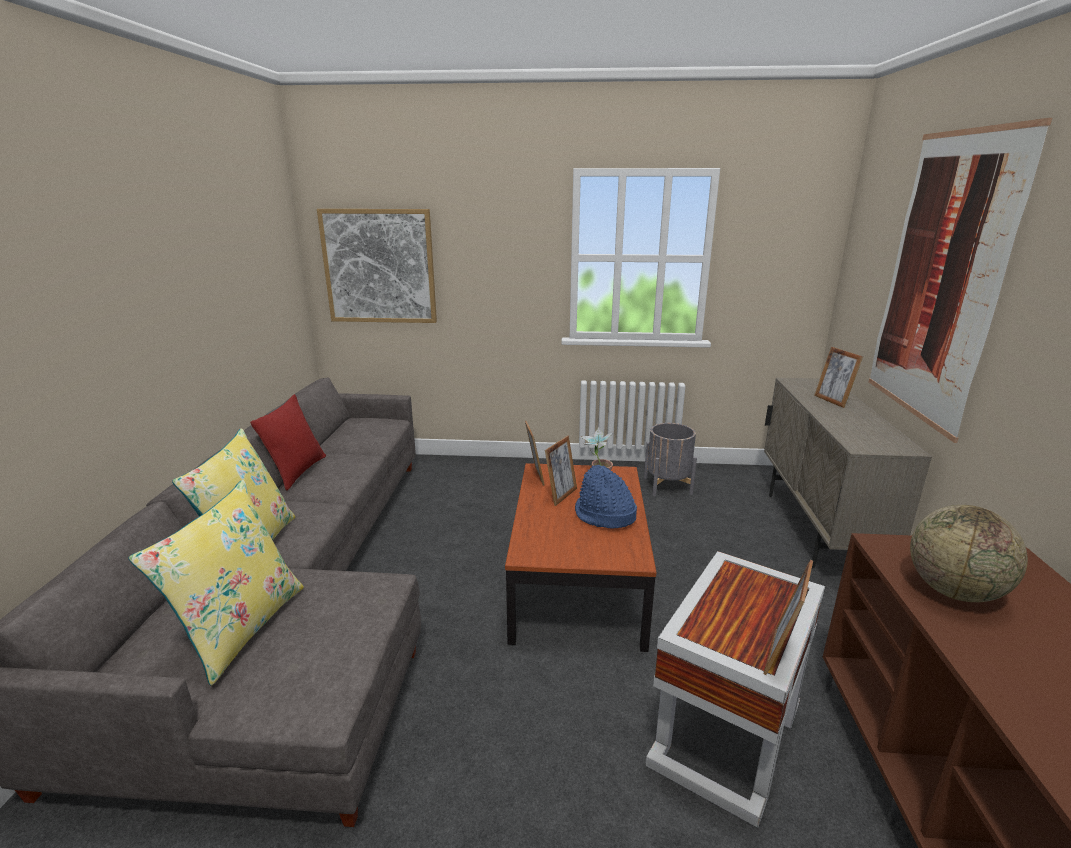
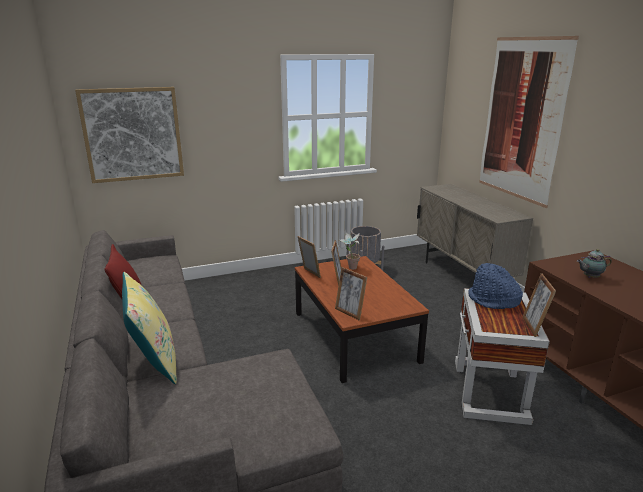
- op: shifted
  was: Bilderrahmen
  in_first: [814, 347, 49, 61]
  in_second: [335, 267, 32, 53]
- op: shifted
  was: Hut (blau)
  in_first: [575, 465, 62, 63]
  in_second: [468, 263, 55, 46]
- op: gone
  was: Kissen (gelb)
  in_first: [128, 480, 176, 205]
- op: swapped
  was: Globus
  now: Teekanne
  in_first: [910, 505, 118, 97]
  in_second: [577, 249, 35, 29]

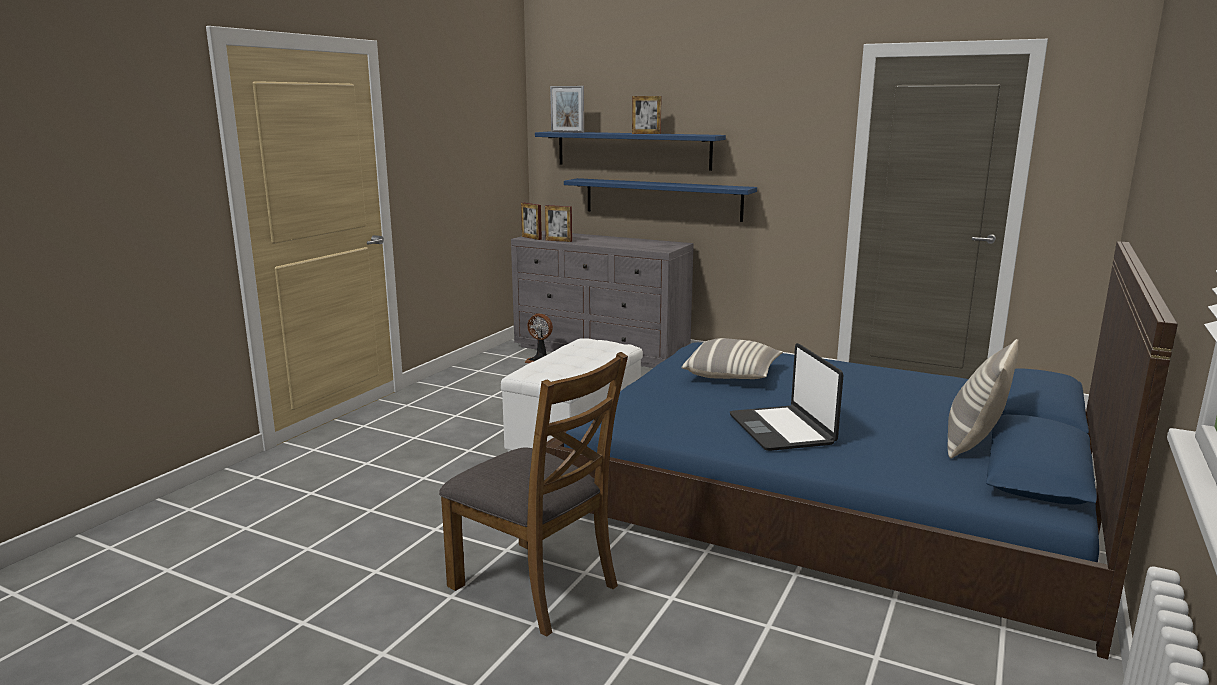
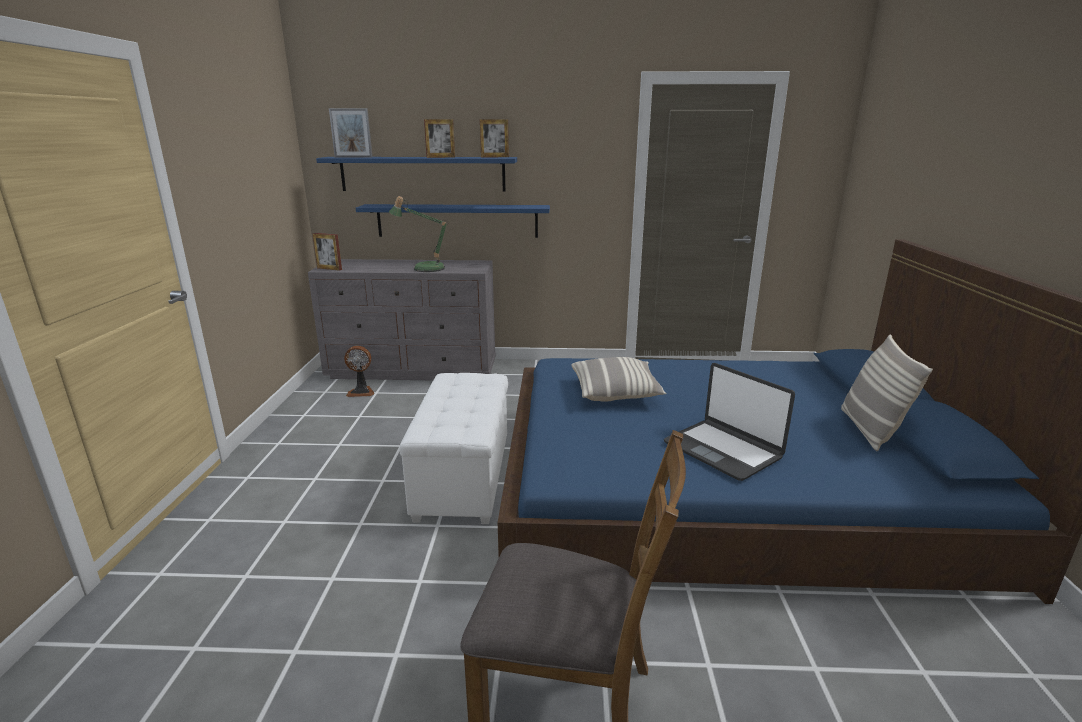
- op: shifted
  was: Bilderrahmen
  in_first: [545, 205, 27, 37]
  in_second: [480, 119, 29, 38]
- op: new
  now: Tischlampe
  in_second: [389, 196, 60, 76]

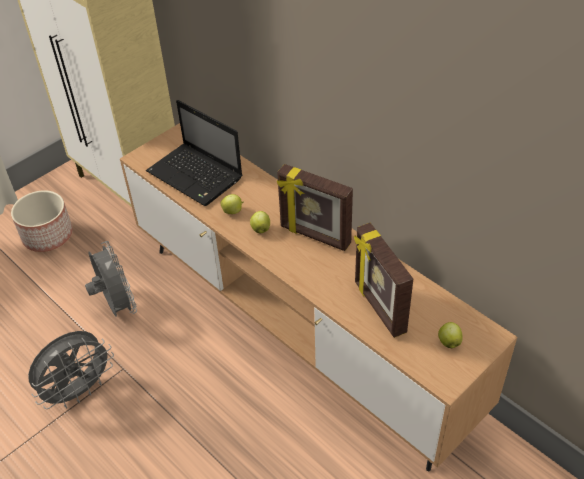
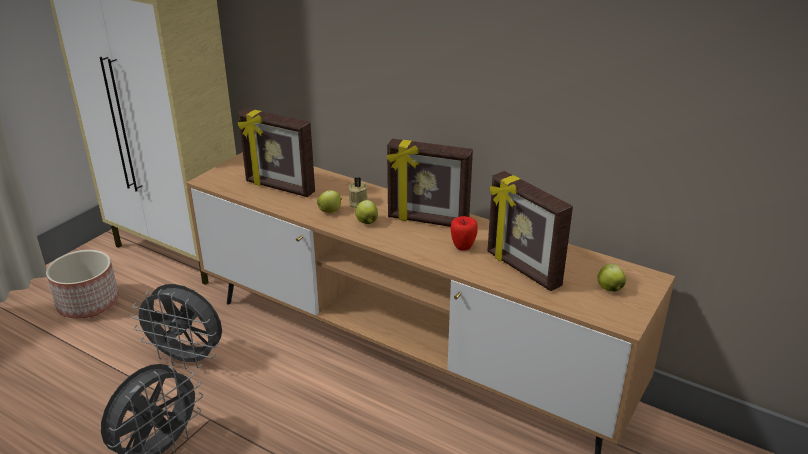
- op: swapped
  was: Laptop
  now: Bilderrahmen
  in_first: [146, 100, 97, 106]
  in_second: [238, 108, 77, 89]
- op: rotated
  was: Ventilator (grau)
  in_first: [85, 241, 52, 76]
  in_second: [131, 284, 91, 85]
  clockwise: 150
- op: new
  now: Kerze (beige)
  in_second: [349, 177, 19, 31]
- op: new
  now: Apfel
  in_second: [451, 216, 27, 34]

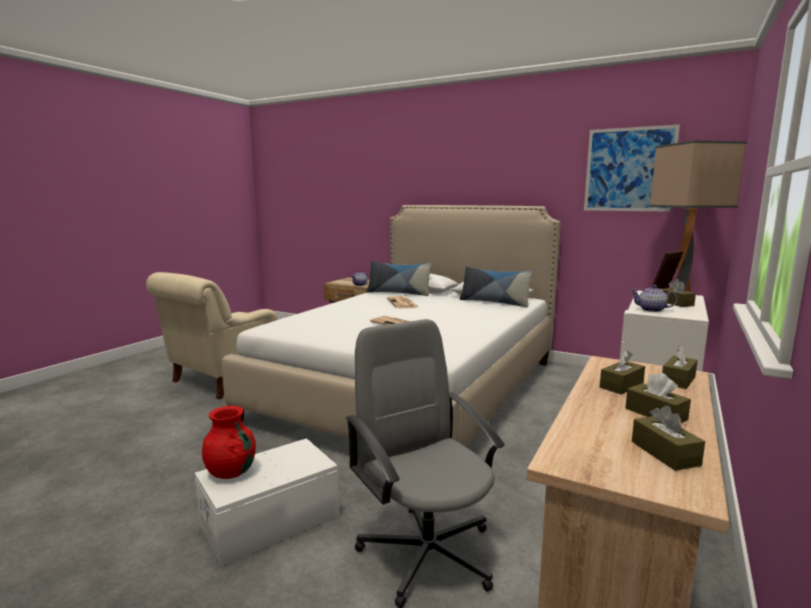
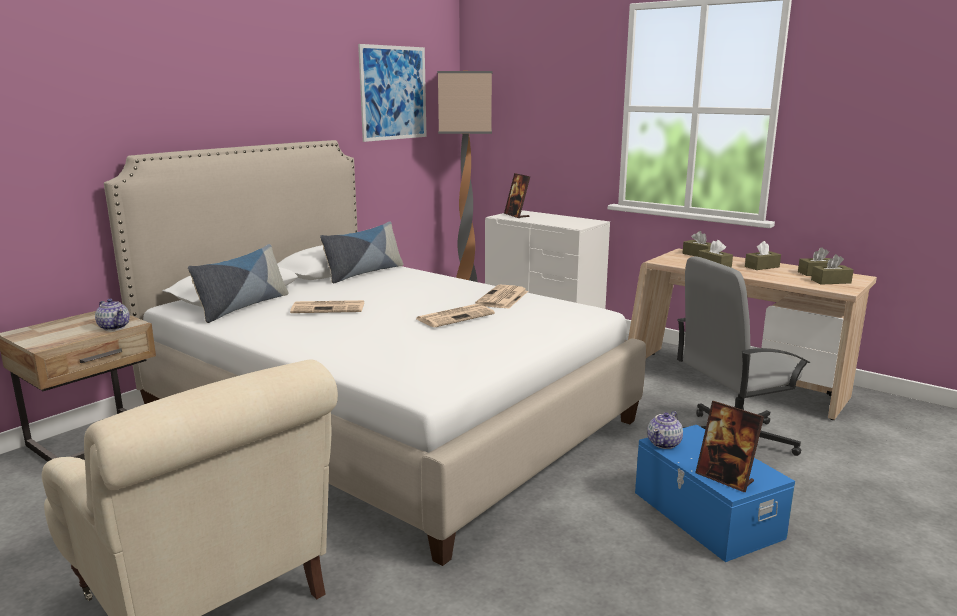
- op: shifted
  was: Taschentuchbox (braun)
  in_first: [662, 279, 34, 28]
  in_second: [811, 254, 43, 31]
- op: shifted
  was: Teekanne
  in_first: [630, 285, 48, 27]
  in_second: [647, 411, 36, 38]
- op: swapped
  was: Vase (rot)
  now: Bilderrahmen
  in_first: [202, 406, 54, 73]
  in_second: [695, 401, 69, 91]
- op: repainted
  was: Aufbewahrungsbox (weiß)
  now: Aufbewahrungsbox (blau)
  in_first: [195, 438, 144, 128]
  in_second: [635, 425, 160, 137]
- op: new
  now: Zeitung
  in_second: [475, 285, 53, 24]

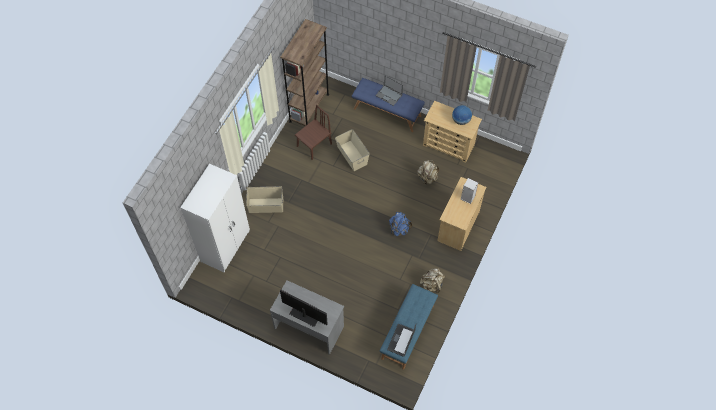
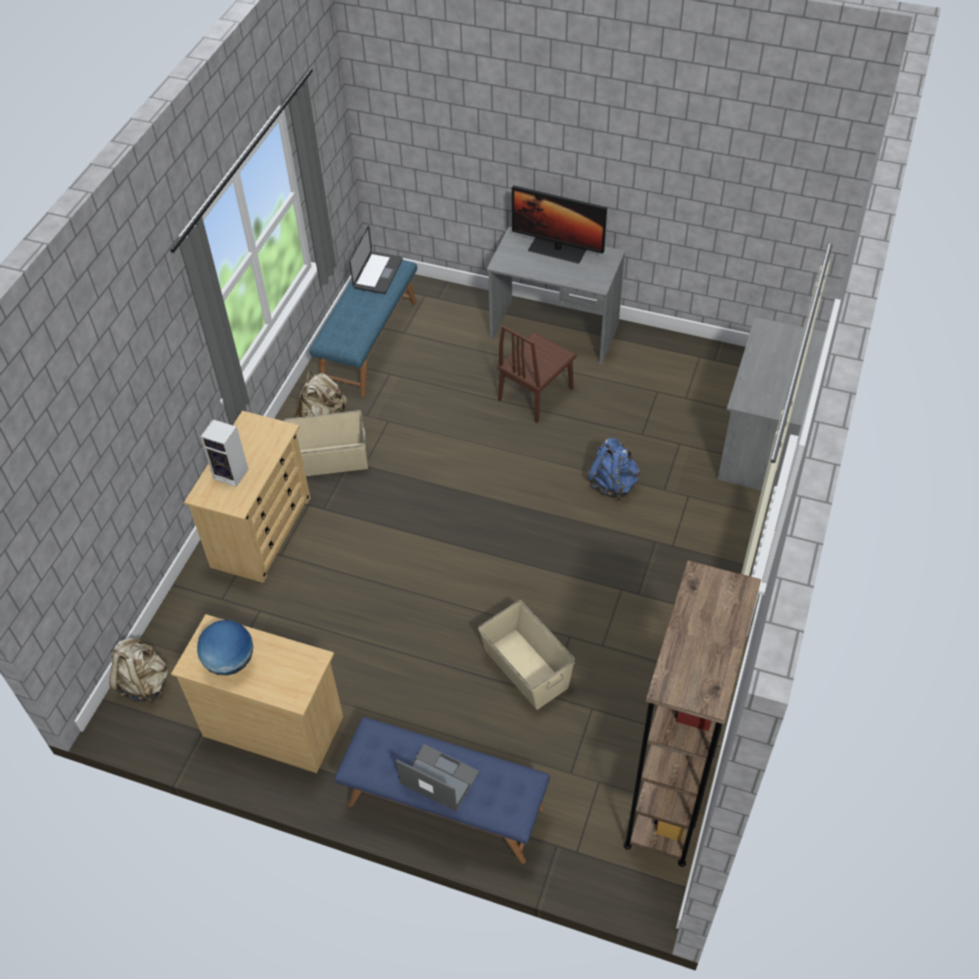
- op: shifted
  was: Stuhl (braun)
  in_first: [295, 105, 37, 55]
  in_second: [497, 325, 80, 98]
- op: shifted
  was: Rucksack (beige)
  in_first: [417, 160, 22, 24]
  in_second: [109, 637, 59, 66]
- op: swapped
  was: Kleiderschrank (weiß)
  now: Schreibtisch (grau)
  in_first: [180, 164, 70, 109]
  in_second: [718, 317, 108, 176]
- op: shifted
  was: Aufbewahrungsbox (beige)
  in_first: [246, 186, 37, 27]
  in_second: [284, 410, 84, 66]
- op: shifted
  was: Rucksack (blau)
  in_first: [389, 212, 23, 24]
  in_second: [587, 438, 53, 63]

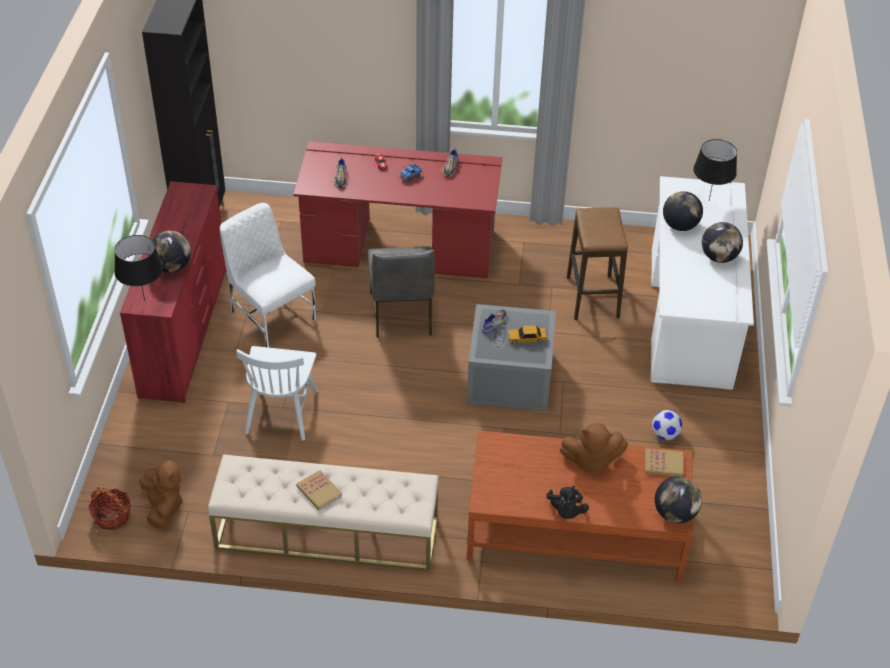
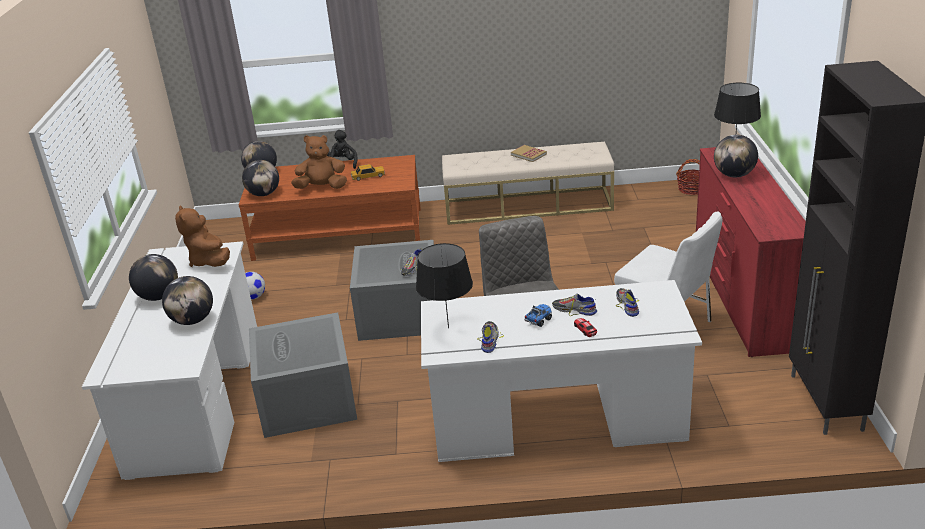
- op: shifted
  was: Tischlampe (schwarz)
  in_first: [693, 139, 44, 61]
  in_second: [416, 243, 57, 85]
- op: repainted
  was: Schreibtisch (rot)
  now: Schreibtisch (weiß)
  in_first: [293, 141, 209, 138]
  in_second: [421, 280, 281, 182]
- op: swapped
  was: Hocker
  now: Aufbewahrungsbox (grau)
  in_first: [567, 207, 61, 113]
  in_second: [249, 312, 108, 126]
- op: shifted
  was: Spielzeugauto
  in_first: [508, 325, 39, 19]
  in_second: [351, 164, 34, 17]
- op: gone
  was: Stuhl (weiß)
  in_first: [236, 346, 83, 94]
- op: swapped
  was: Buch
  now: Globus
  in_first: [645, 448, 38, 29]
  in_second: [242, 160, 37, 36]
- op: shifted
  was: Plüschtier (braun)
  in_first: [139, 456, 44, 72]
  in_second: [175, 205, 55, 62]
- op: new
  now: Schuh
  in_second: [552, 293, 45, 23]

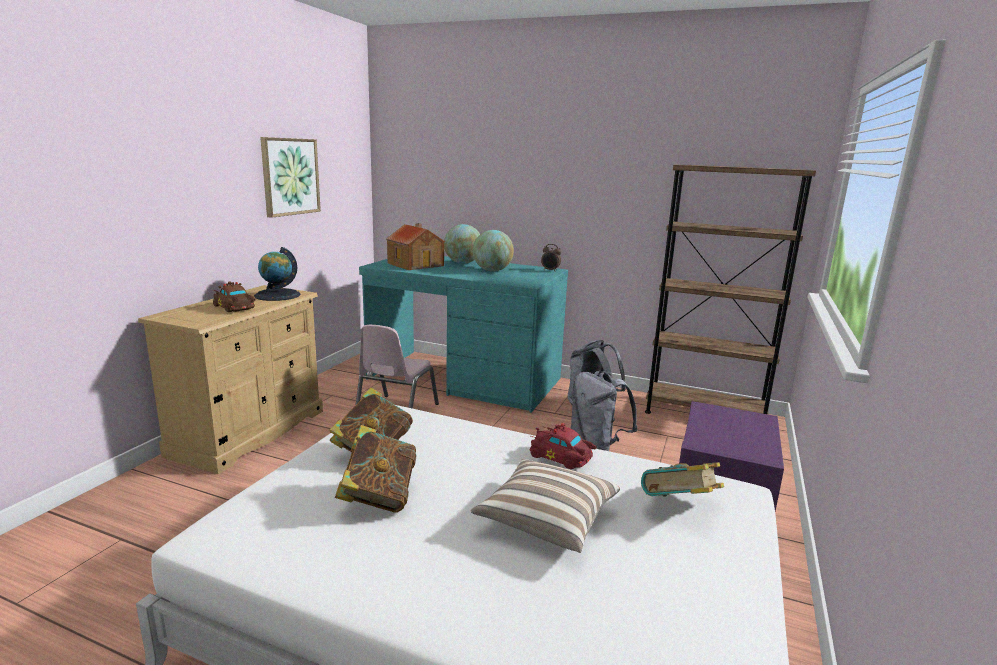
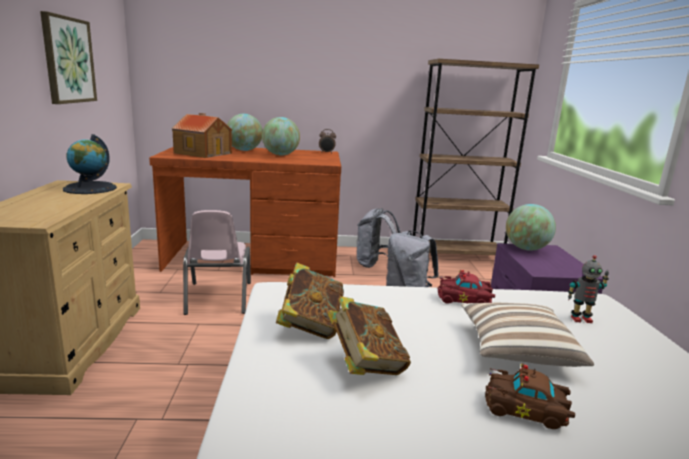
- op: repainted
  was: Schreibtisch (türkis)
  now: Schreibtisch (braun)
  in_first: [359, 256, 209, 157]
  in_second: [149, 147, 192, 130]
- op: shifted
  was: Spielzeugauto (braun)
  in_first: [213, 281, 43, 31]
  in_second: [485, 363, 90, 66]
- op: swapped
  was: Buch
  now: Spielzeugroboter
  in_first: [641, 462, 83, 35]
  in_second: [568, 255, 41, 68]
- op: new
  now: Globus
  in_second: [506, 204, 50, 47]

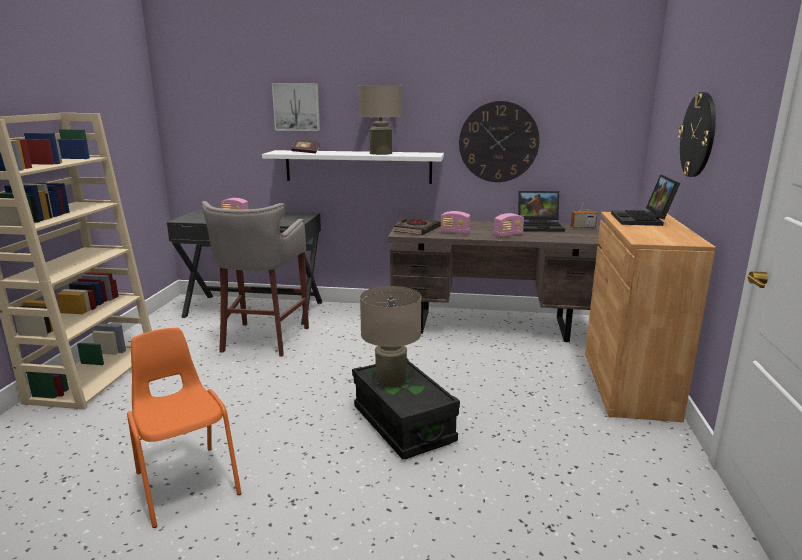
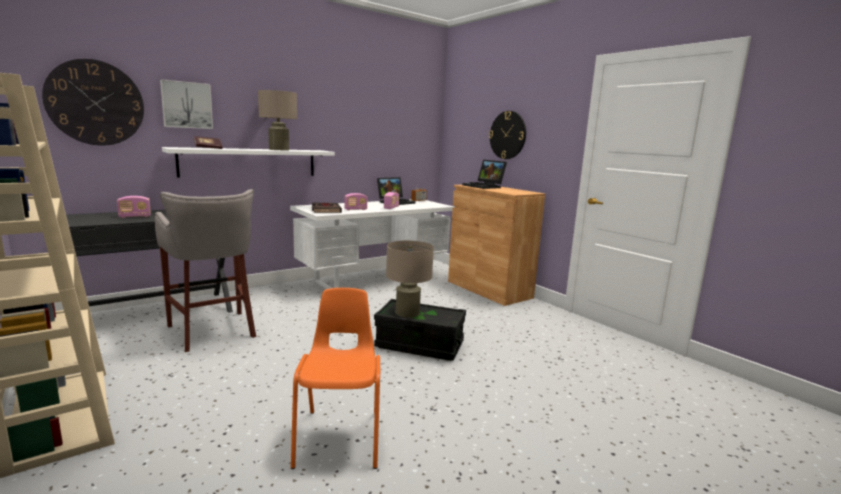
- op: shifted
  was: Wanduhr
  in_first: [459, 101, 81, 81]
  in_second: [42, 59, 102, 87]
- op: repainted
  was: Schreibtisch (braun)
  now: Schreibtisch (weiß)
  in_first: [388, 218, 214, 124]
  in_second: [290, 200, 165, 89]
- op: rotated
  was: Stuhl (orange)
  in_first: [127, 328, 115, 200]
  in_second: [291, 288, 89, 181]
  clockwise: 75

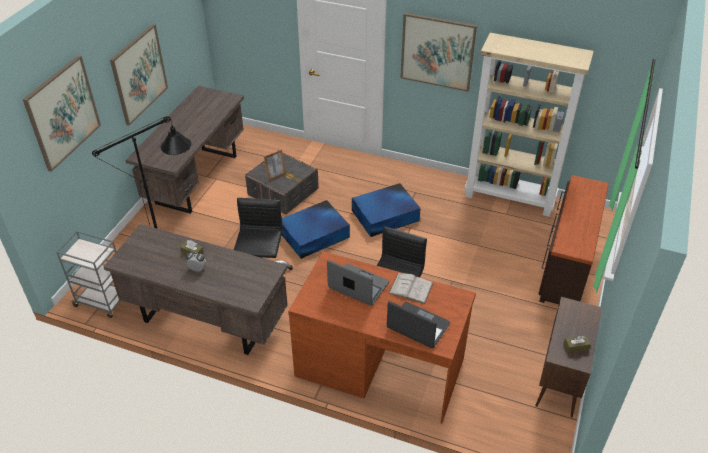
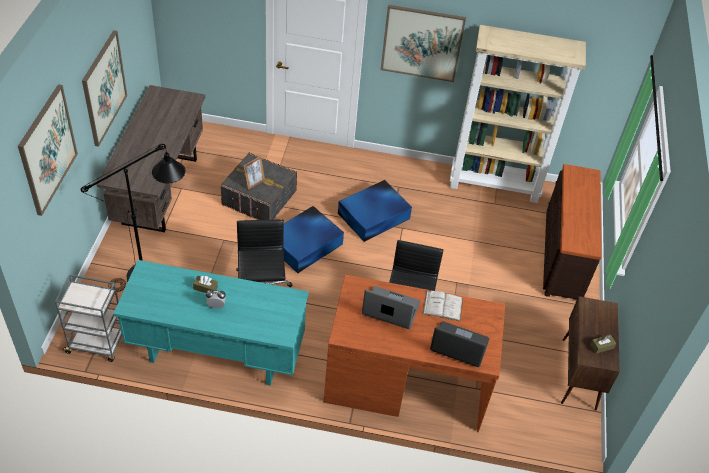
- op: repainted
  was: Schreibtisch (braun)
  now: Schreibtisch (türkis)
  in_first: [104, 224, 184, 131]
  in_second: [113, 260, 196, 126]

